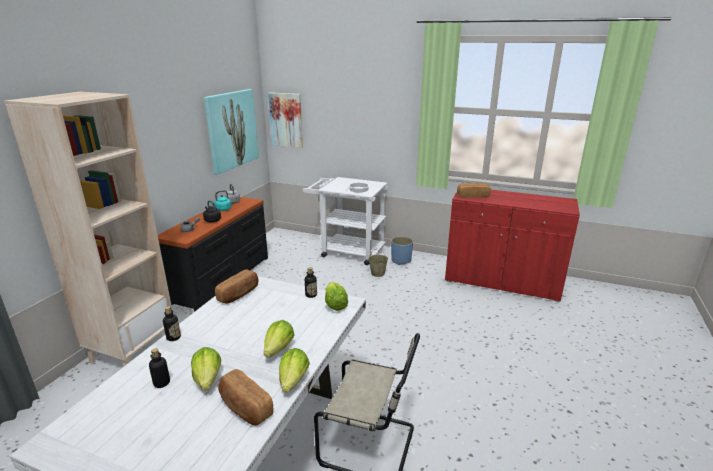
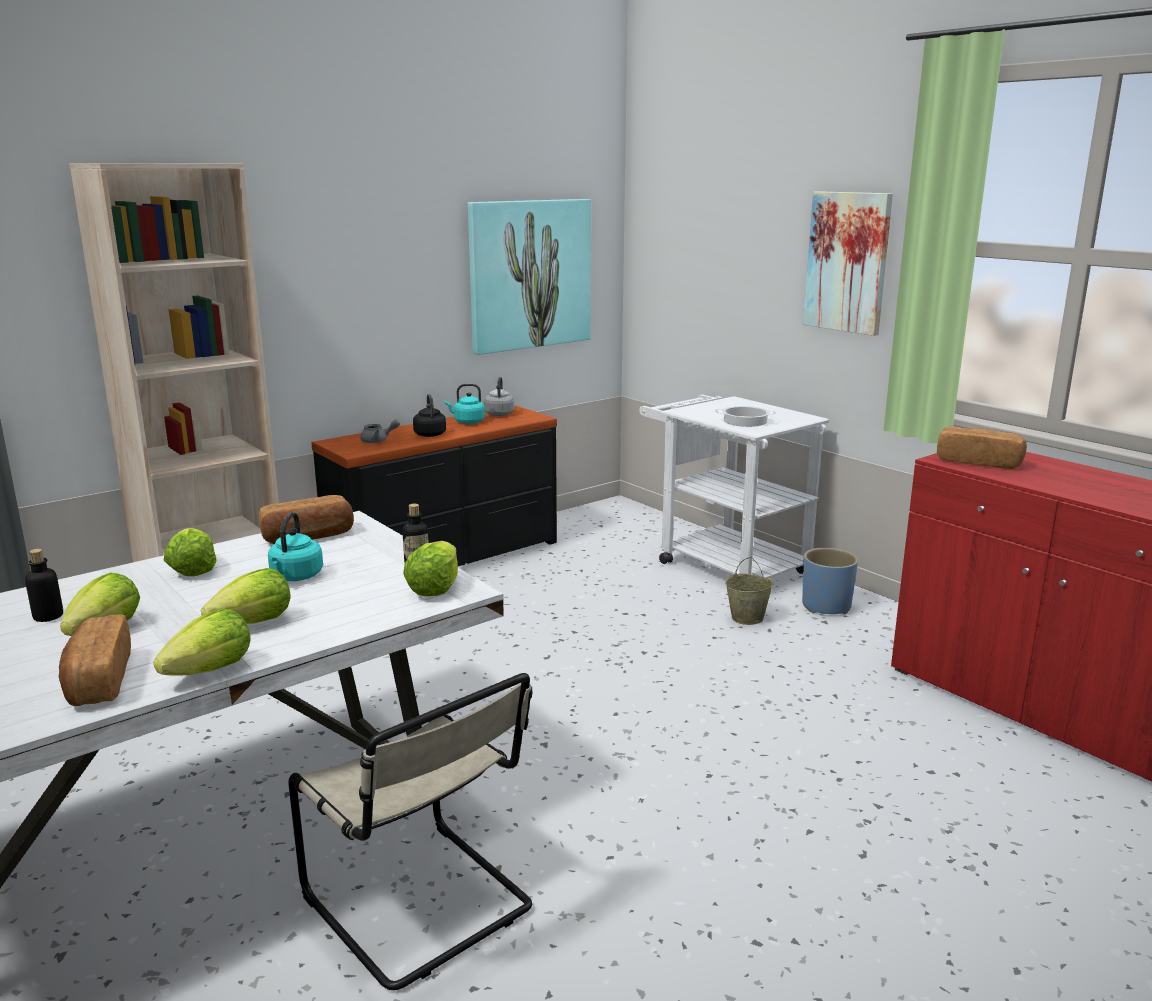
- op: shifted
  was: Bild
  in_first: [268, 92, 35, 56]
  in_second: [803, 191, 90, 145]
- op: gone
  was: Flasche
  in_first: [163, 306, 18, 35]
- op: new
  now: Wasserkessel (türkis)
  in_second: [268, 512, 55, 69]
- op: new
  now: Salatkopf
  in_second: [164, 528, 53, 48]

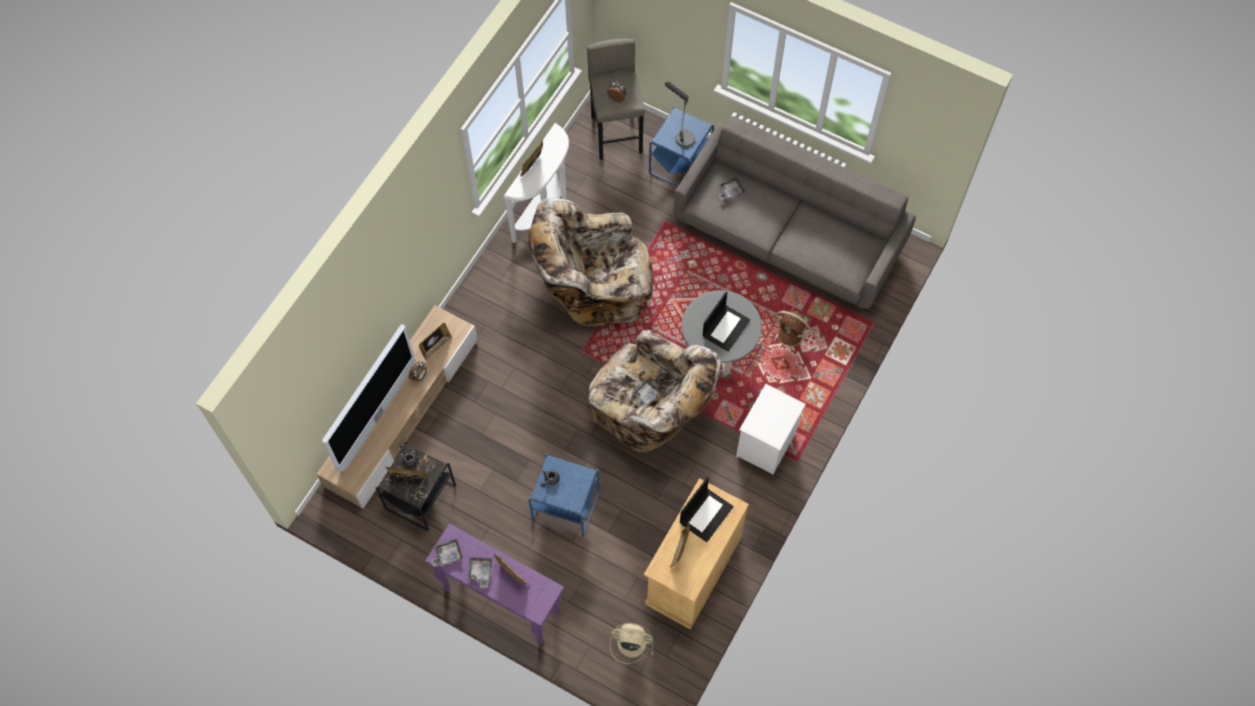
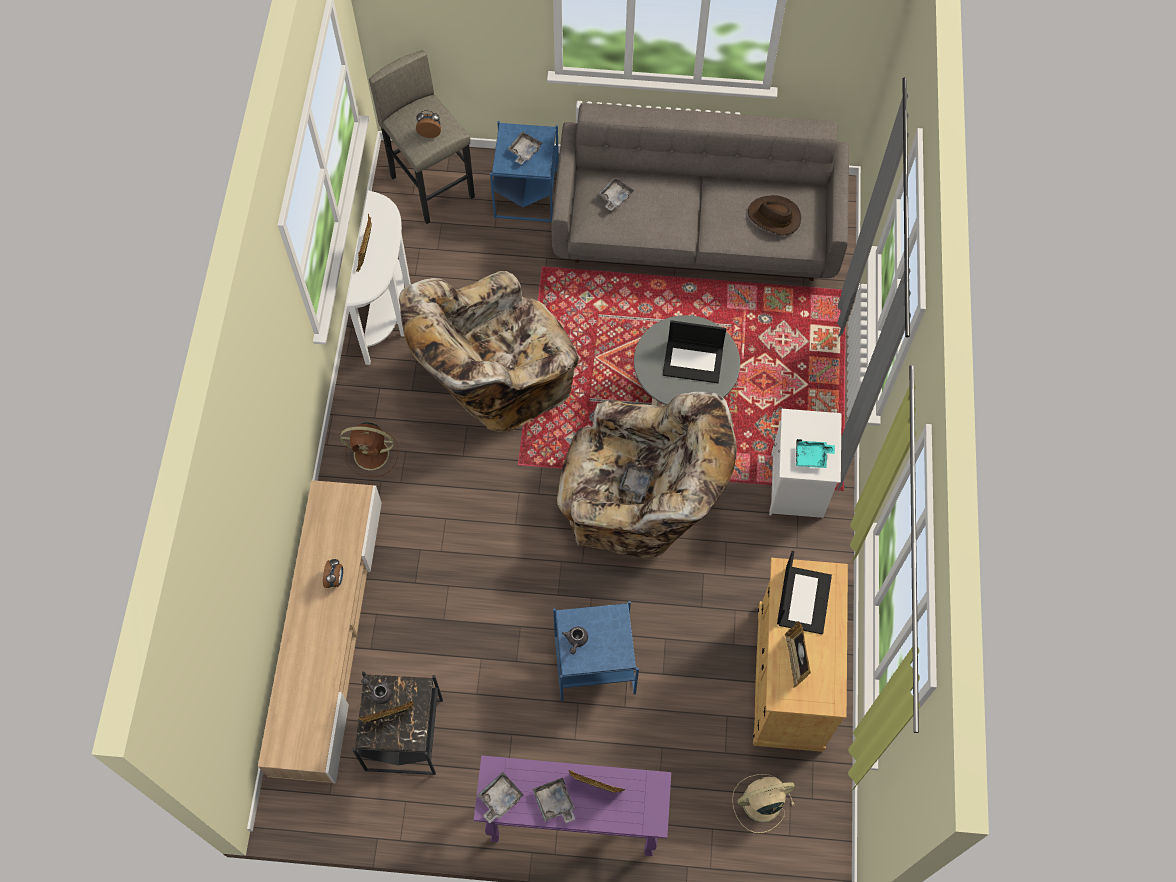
- op: swapped
  was: Tischlampe
  now: Tablett (grau)
  in_first: [665, 82, 30, 65]
  in_second: [507, 132, 36, 33]
- op: rotated
  was: Laptop
  in_first: [702, 292, 48, 59]
  in_second: [663, 320, 63, 63]
  clockwise: 90
- op: shifted
  was: Ventilator (braun)
  in_first: [771, 311, 40, 35]
  in_second: [340, 422, 58, 55]
- op: gone
  was: Bilderrahmen
  in_first: [419, 323, 33, 37]
- op: gone
  was: Fernseher
  in_first: [322, 324, 93, 147]
- op: new
  now: Hut (braun)
  in_second: [748, 195, 53, 41]
- op: new
  now: Tablett (türkis)
  in_second: [796, 439, 39, 29]

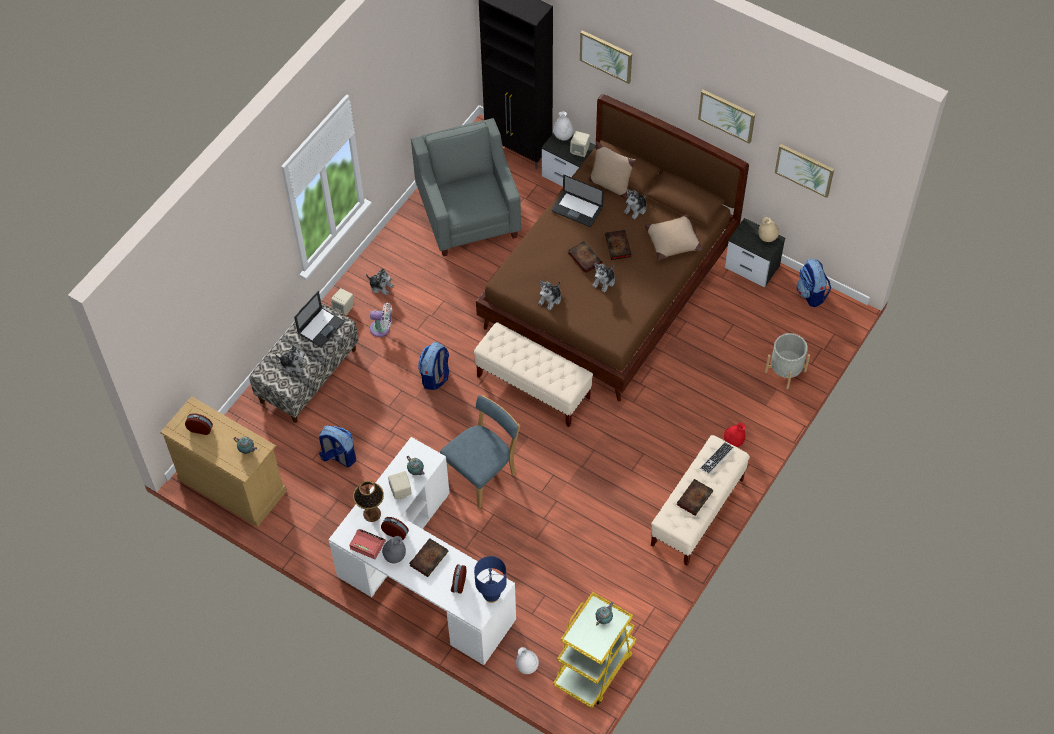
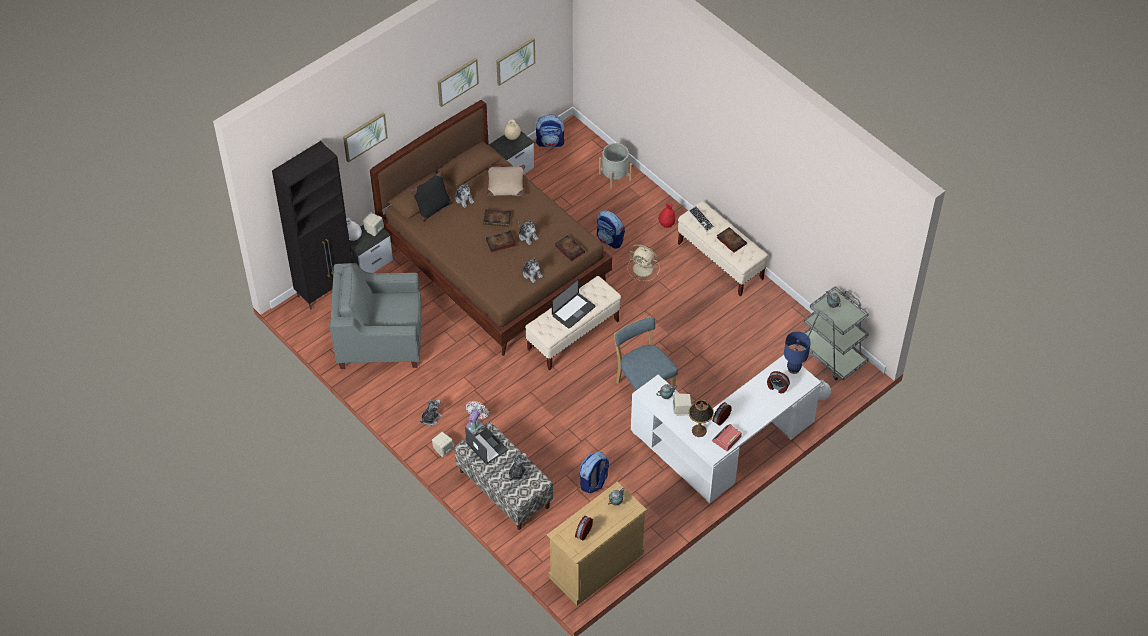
- op: repainted
  was: Kissen (beige)
  now: Kissen (schwarz)
  in_first: [588, 141, 48, 58]
  in_second: [410, 171, 42, 51]
- op: shifted
  was: Laptop
  in_first: [551, 175, 53, 52]
  in_second: [552, 279, 43, 50]
- op: shifted
  was: Rucksack
  in_first: [418, 342, 31, 48]
  in_second: [597, 210, 28, 39]
- op: gone
  was: Vase (grau)
  in_first: [382, 536, 24, 27]
- op: shifted
  was: Buch
  in_first: [409, 538, 39, 39]
  in_second: [555, 235, 30, 26]
- op: repainted
  was: Rollwagen (gelb)
  now: Rollwagen (grau)
  in_first: [553, 592, 83, 116]
  in_second: [801, 286, 68, 95]
- op: new
  now: Ventilator (beige)
  in_second: [628, 244, 32, 37]

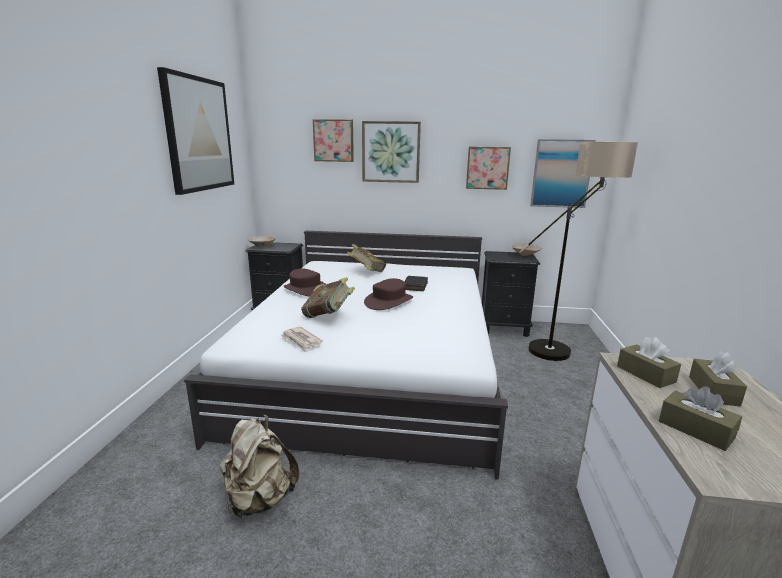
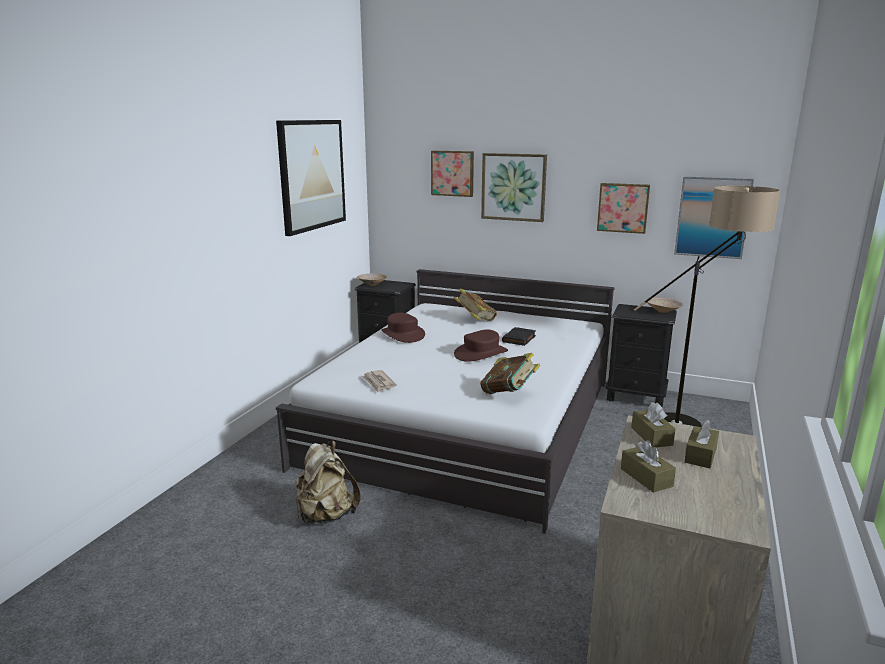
- op: shifted
  was: Buch
  in_first: [301, 277, 54, 41]
  in_second: [480, 353, 60, 41]

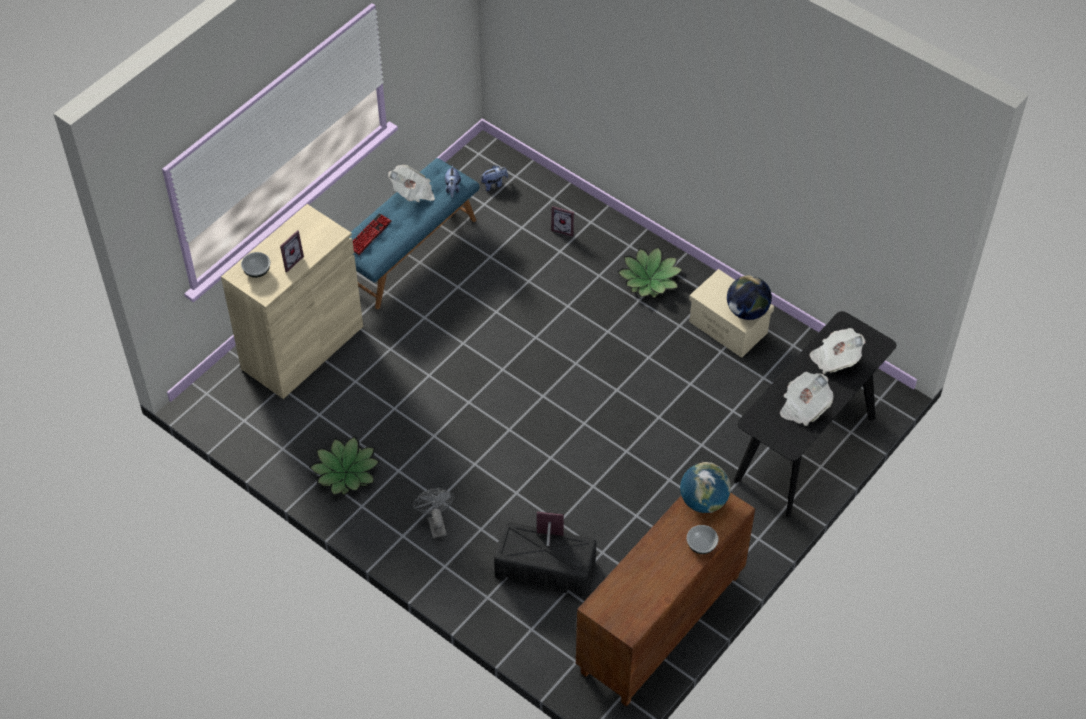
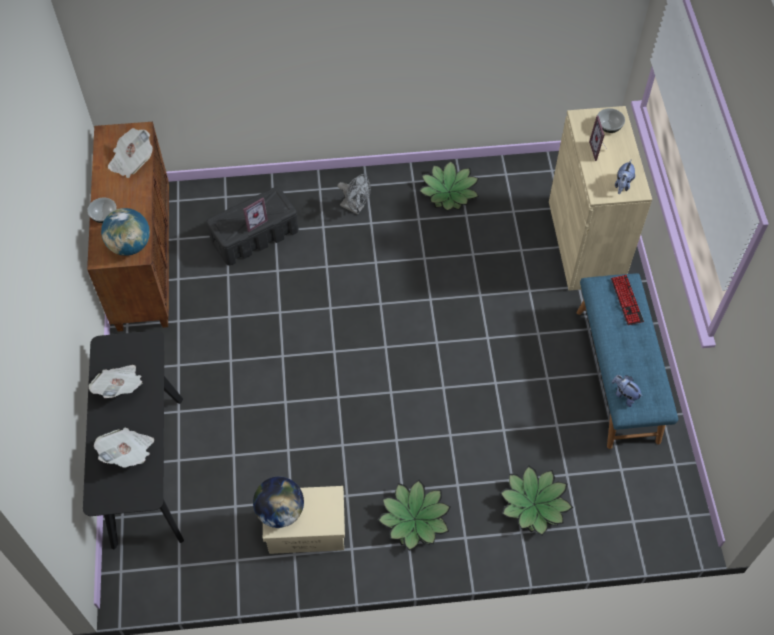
- op: shifted
  was: Zeitung
  in_first: [388, 165, 47, 37]
  in_second: [108, 128, 45, 50]
- op: shifted
  was: Plüschtier
  in_first: [480, 165, 28, 26]
  in_second: [615, 160, 20, 34]
- op: swapped
  was: Bilderrahmen
  now: Topfpflanze
  in_first: [551, 206, 23, 31]
  in_second: [500, 465, 73, 70]

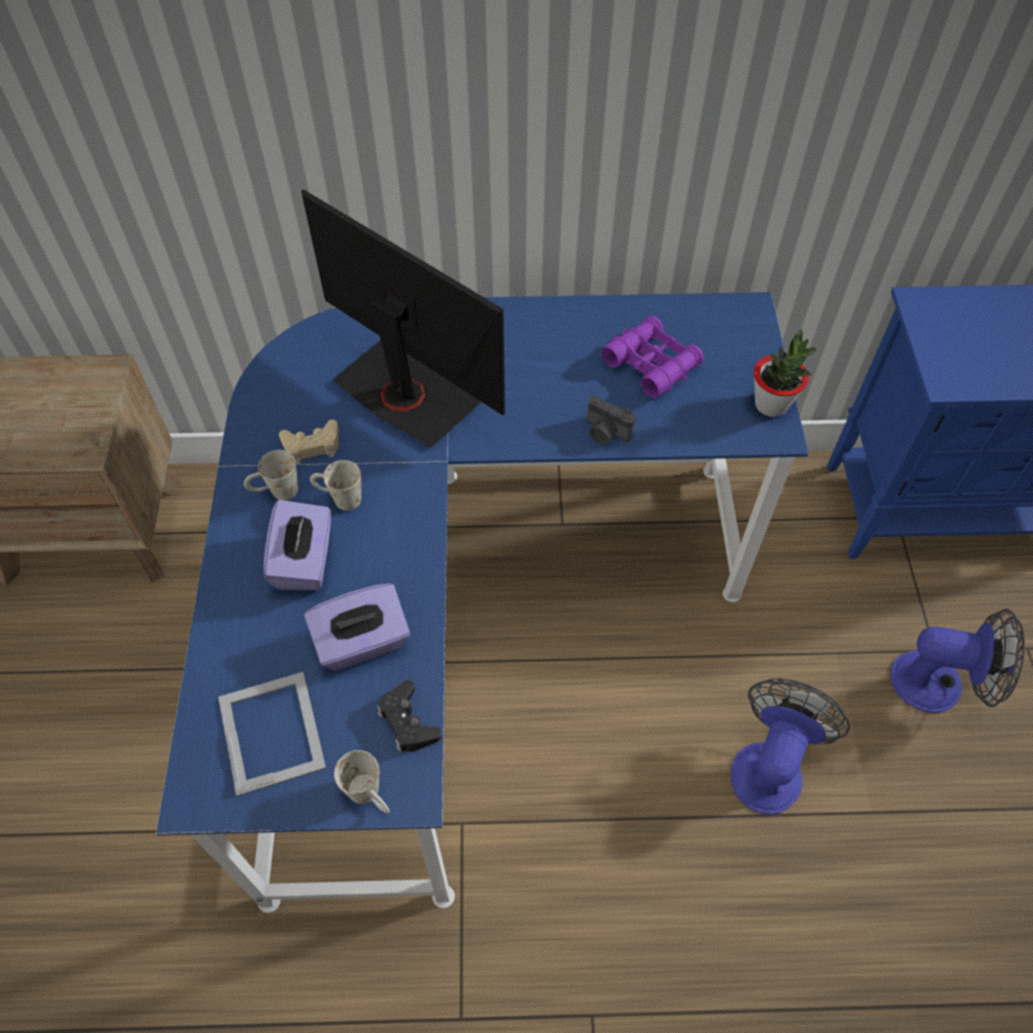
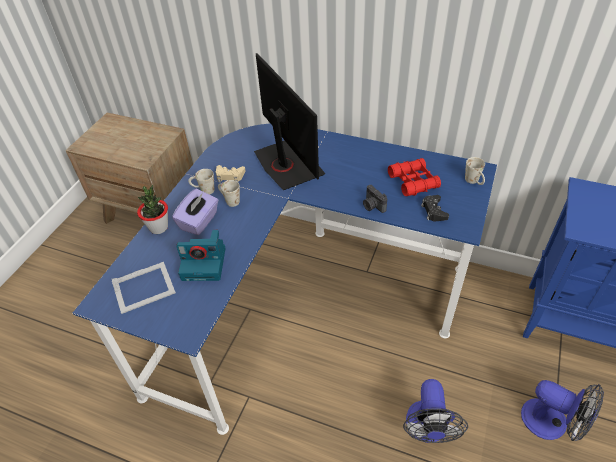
- op: repainted
  was: Fernglas (lila)
  now: Fernglas (rot)
  in_first: [601, 316, 103, 82]
  in_second: [388, 158, 53, 38]
- op: shifted
  was: Topfpflanze
  in_first: [754, 329, 62, 88]
  in_second: [137, 185, 31, 49]
- op: swapped
  was: Taschentuchbox (lila)
  now: Kamera
  in_first: [304, 583, 106, 88]
  in_second: [176, 230, 49, 51]
- op: rotated
  was: Bilderrahmen
  in_first: [218, 672, 108, 124]
  in_second: [112, 262, 64, 52]
  clockwise: 60
- op: rotated
  was: Ventilator
  in_first: [731, 678, 119, 136]
  in_second: [403, 379, 65, 64]
  clockwise: 135
- op: shifted
  was: Gamepad (schwarz)
  in_first: [377, 680, 65, 72]
  in_second: [421, 195, 28, 26]
- op: shifted
  was: Henkelbecher (weiß)
  in_first: [334, 750, 56, 63]
  in_second: [465, 157, 20, 28]

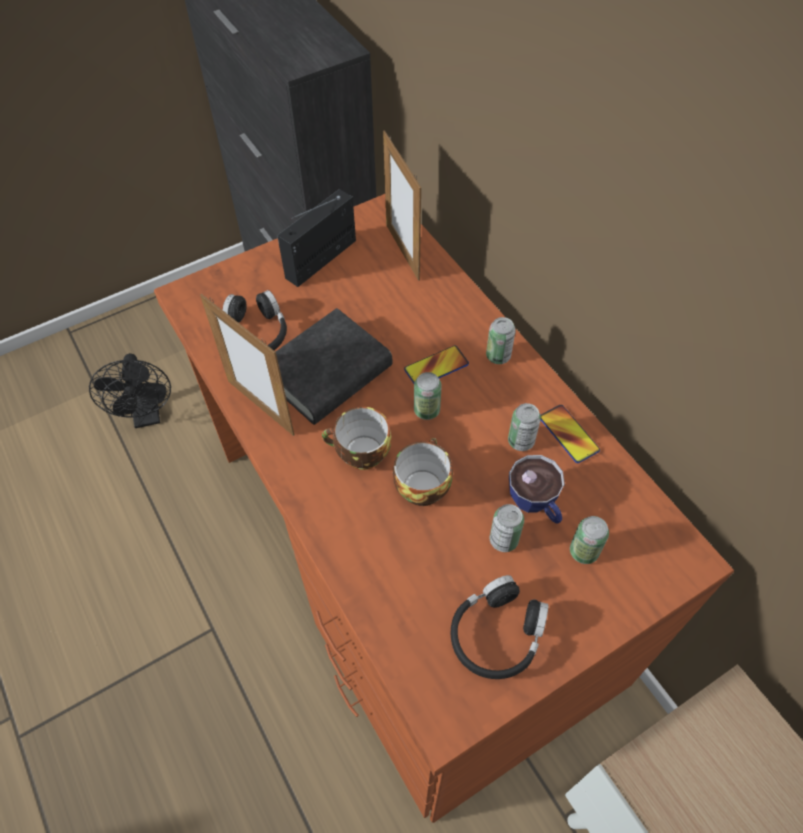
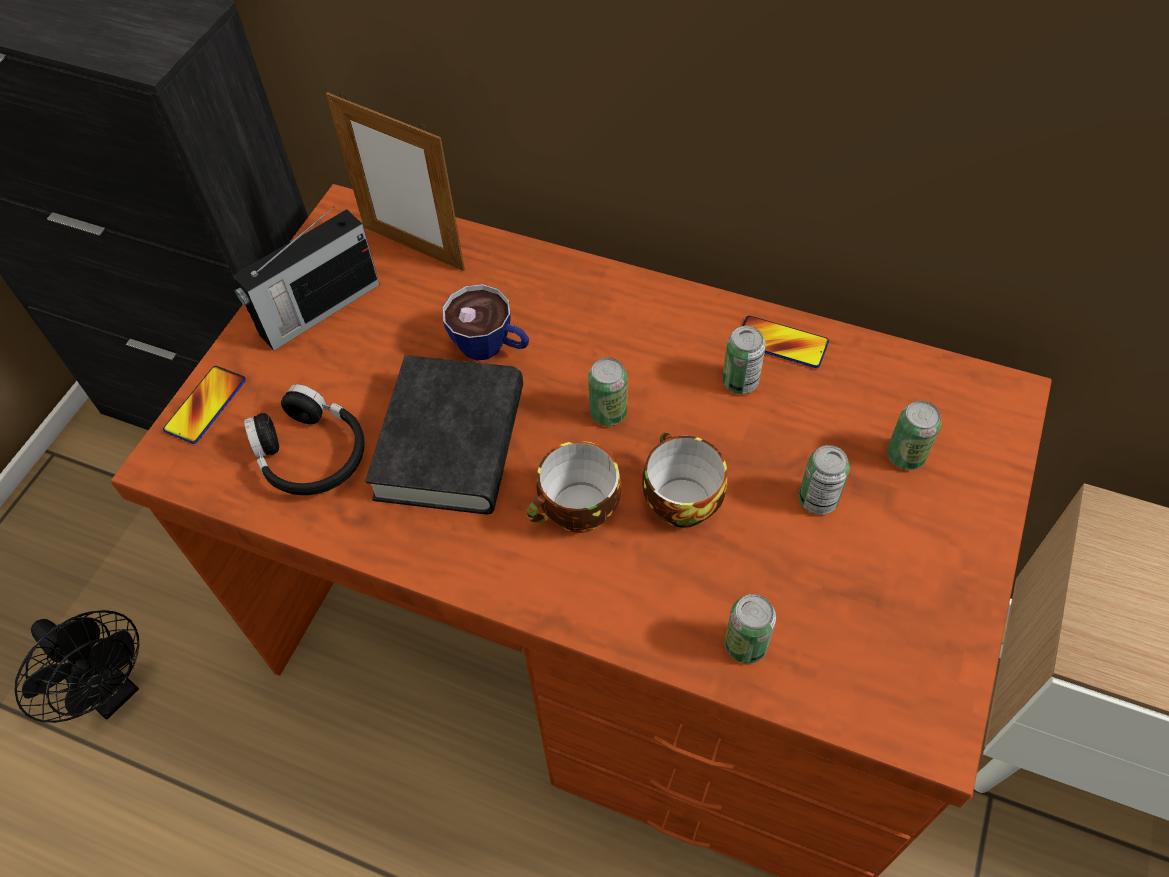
- op: rotated
  was: Radio
  in_first: [277, 189, 79, 98]
  in_second: [233, 206, 147, 145]
  clockwise: -135
- op: gone
  was: Bilderrahmen
  in_first: [200, 294, 95, 142]
- op: shifted
  was: Dose
  in_first: [486, 317, 30, 47]
  in_second: [725, 594, 51, 69]
- op: shifted
  was: Handy
  in_first: [404, 345, 65, 39]
  in_second: [163, 366, 83, 78]
- op: shifted
  was: Tasse
  in_first: [509, 455, 56, 69]
  in_second: [442, 284, 87, 77]
- op: gone
  was: Kopfhörer (schwarz)
  in_first: [451, 575, 97, 104]

